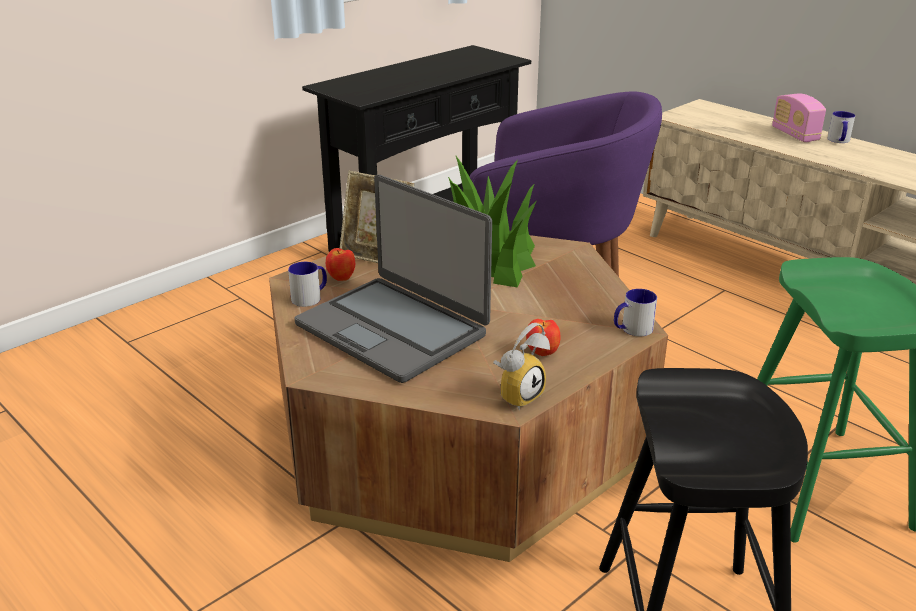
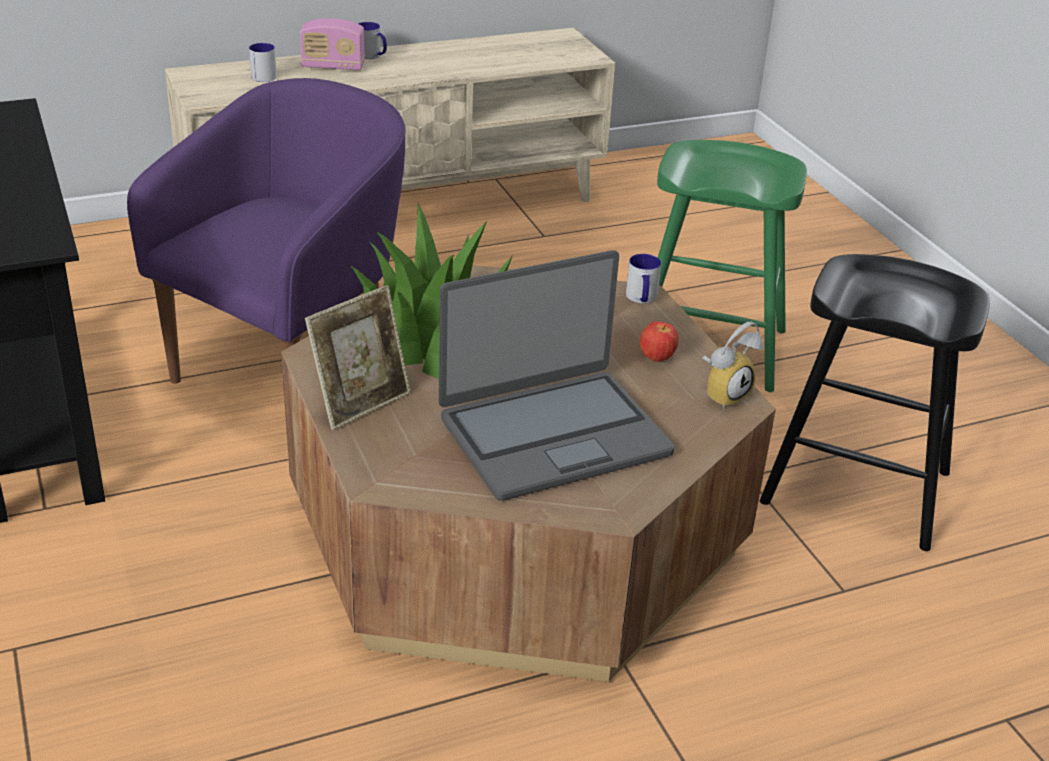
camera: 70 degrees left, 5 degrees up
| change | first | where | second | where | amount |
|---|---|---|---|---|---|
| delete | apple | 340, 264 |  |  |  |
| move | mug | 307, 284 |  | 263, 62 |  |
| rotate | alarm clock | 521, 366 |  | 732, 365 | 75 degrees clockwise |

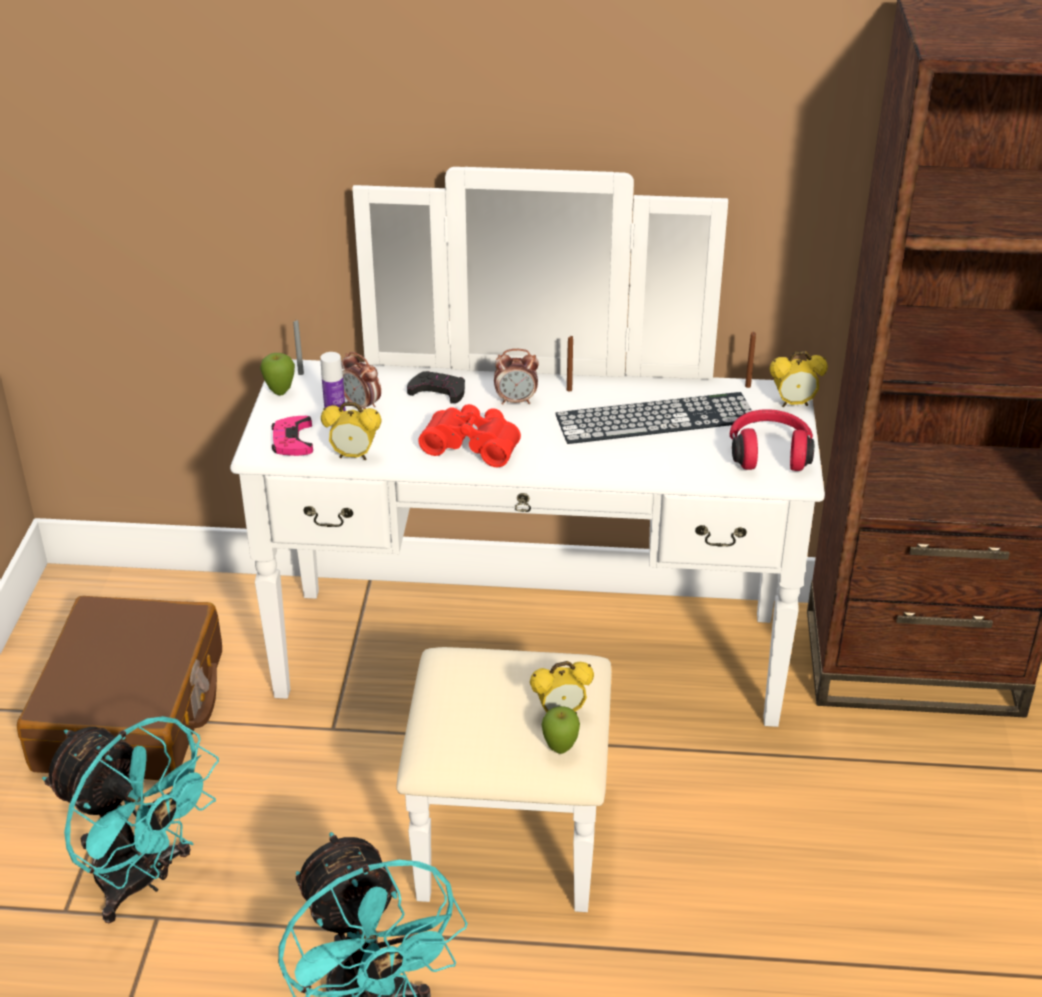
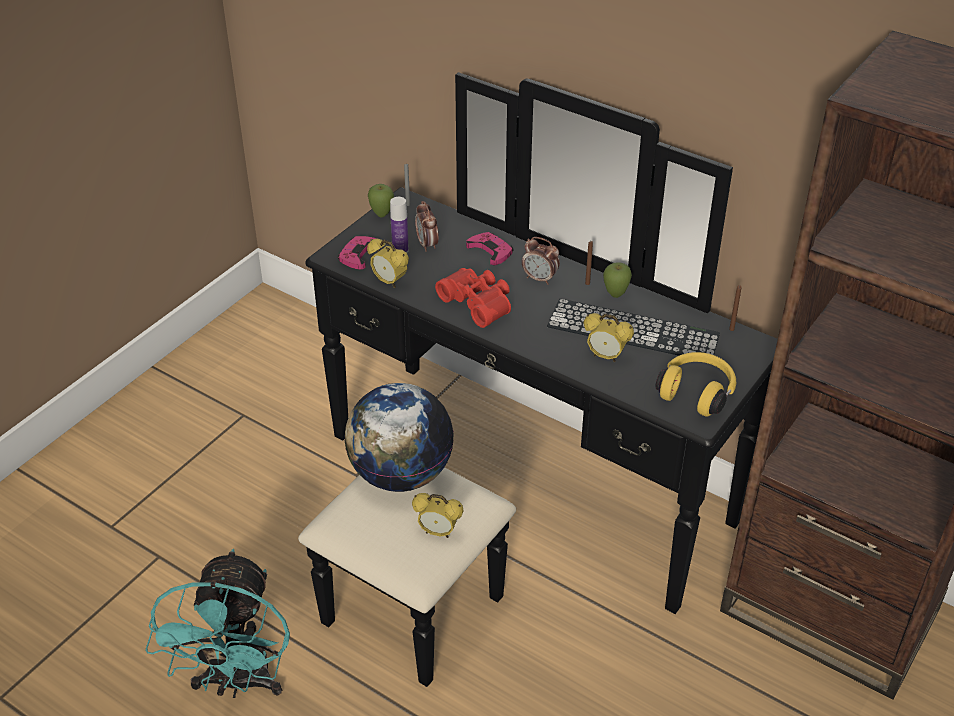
camera: 30 degrees right, 5 degrees up
| change | first | where | second | where | amount |
|---|---|---|---|---|---|
| recolor | dresser (white) | 527, 539 | dresser (black) | 538, 379 |  |
| move | alarm clock | 798, 379 |  | 608, 337 |  |
| recolor | game controller (black) | 436, 387 | game controller (pink) | 489, 248 |  |
| recolor | headphones (red) | 772, 440 | headphones (yellow) | 696, 384 |  |
| delete | suitcase (brown) | 119, 688 |  |  |  |
| move | apple | 561, 730 |  | 617, 280 |  |
| delete | fan (turquoise) | 130, 819 |  |  |  |
| insert |  |  | globe | 399, 437 |  |

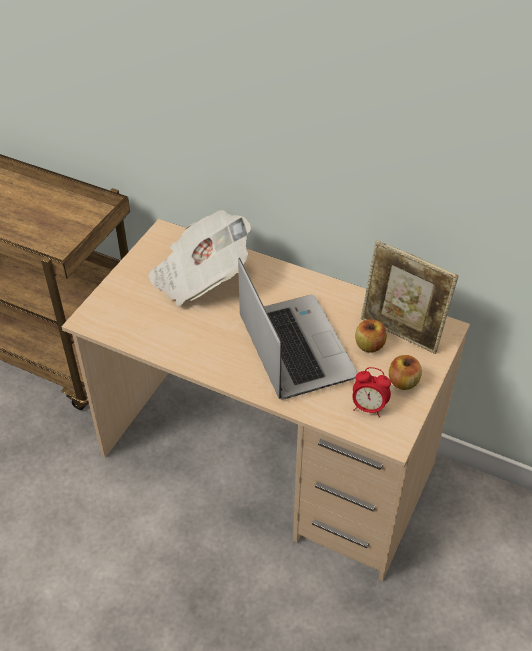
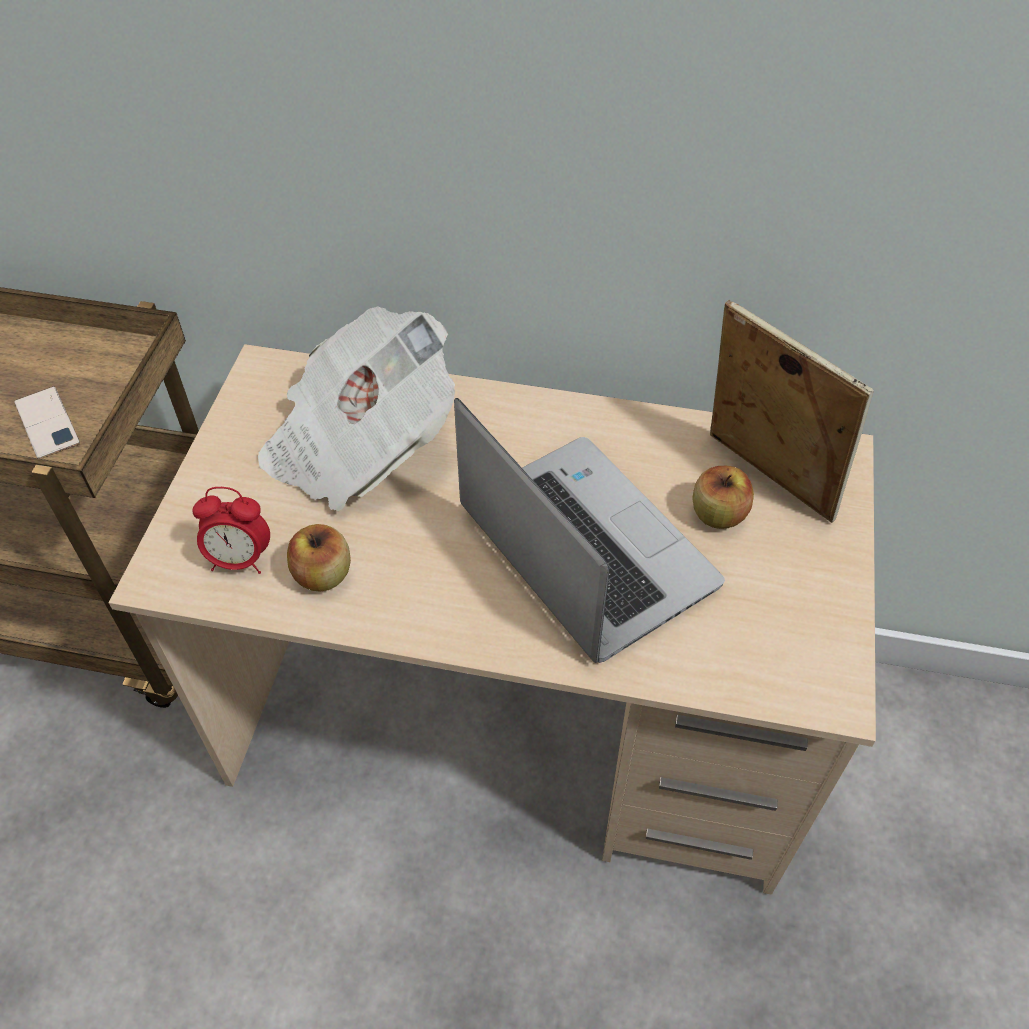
camera: 15 degrees left, 5 degrees up
| change | first | where | second | where | amount |
|---|---|---|---|---|---|
| rotate | picture frame | 409, 297 |  | 792, 411 | 150 degrees counterclockwise |
| move | apple | 405, 372 |  | 319, 558 |  |
| move | alarm clock | 371, 392 |  | 231, 530 |  |
| insert |  |  | phone | 47, 422 |  |

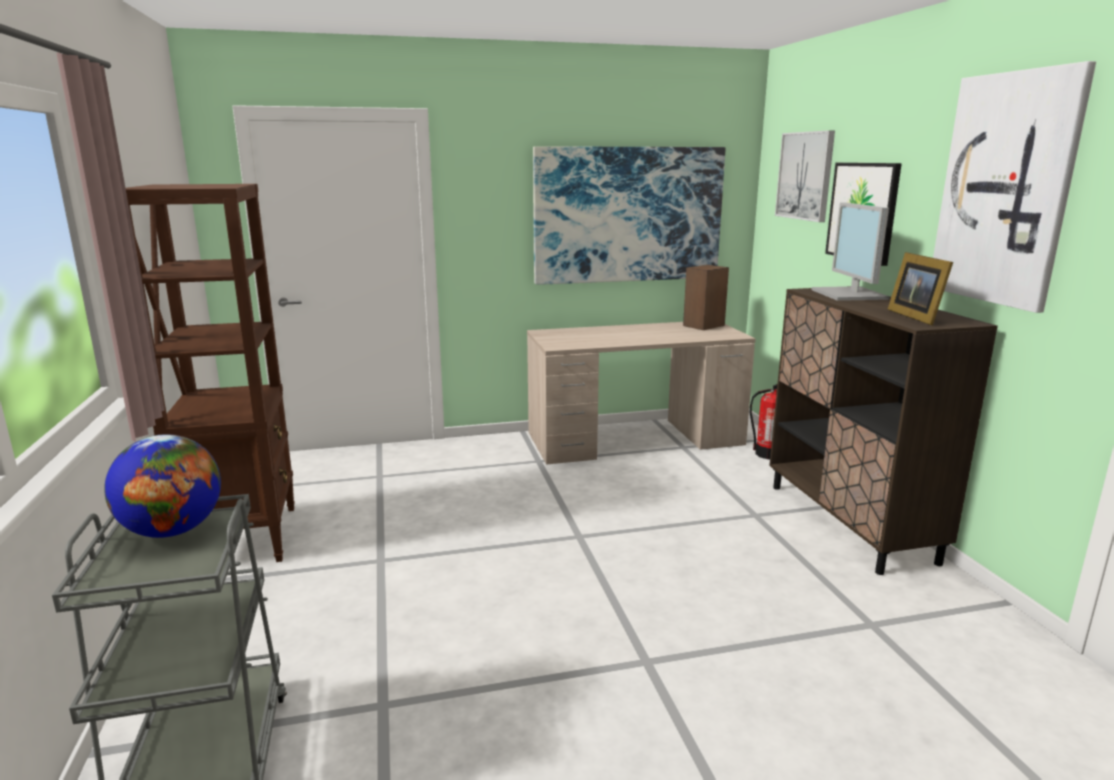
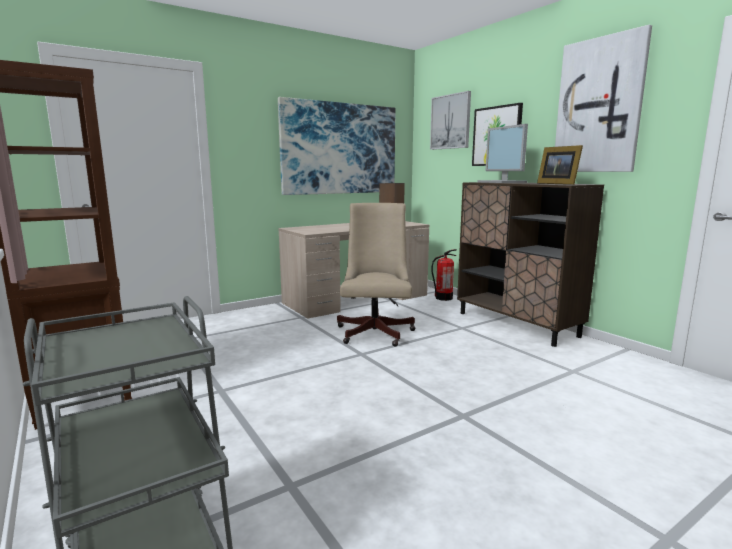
camera: 20 degrees left, 5 degrees down
| change | first | where | second | where | amount |
|---|---|---|---|---|---|
| delete | globe | 162, 486 |  |  |  |
| insert |  |  | office chair (beige) | 376, 275 |  |

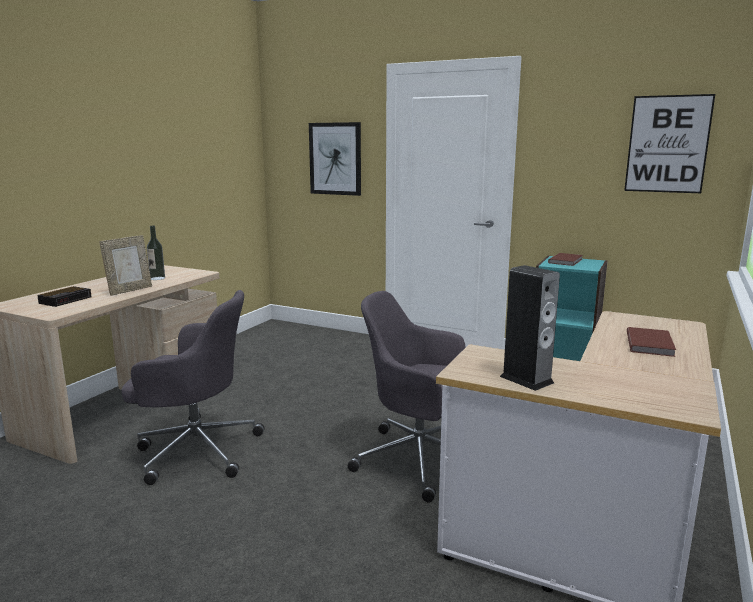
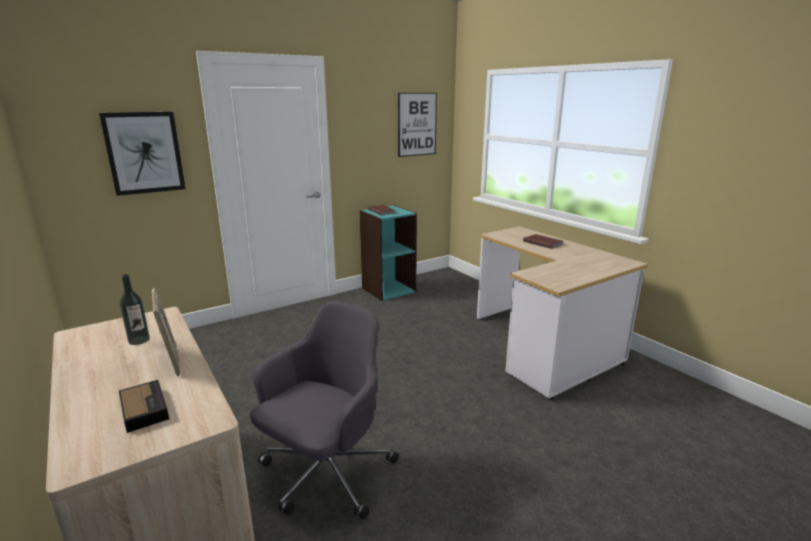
camera: 60 degrees left, 5 degrees up
| change | first | where | second | where | amount |
|---|---|---|---|---|---|
| delete | speaker | 530, 328 |  |  |  |
| delete | office chair (grey) | 407, 397 |  |  |  |

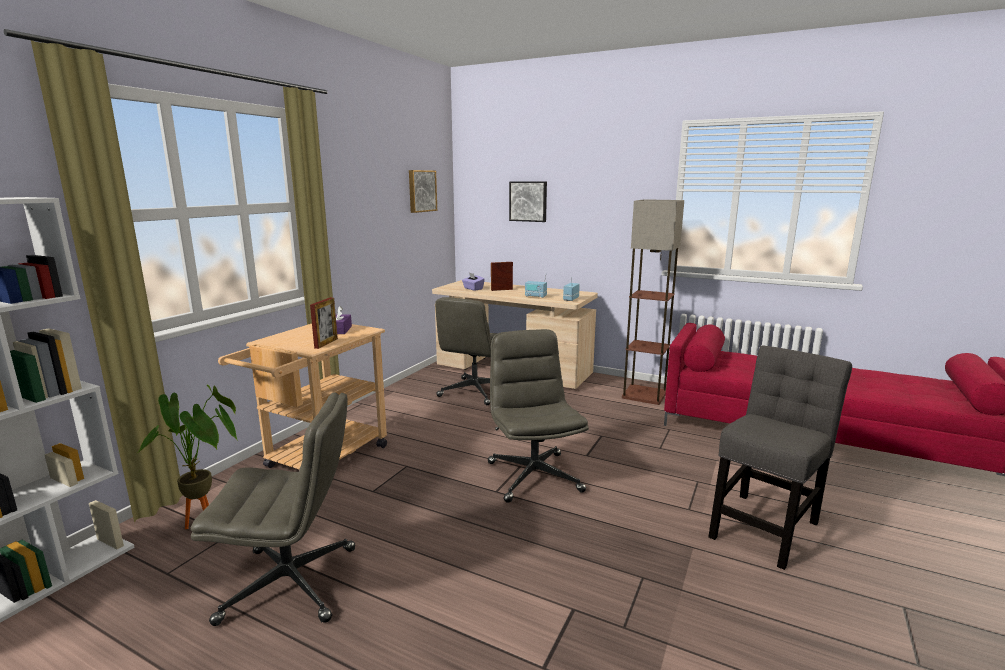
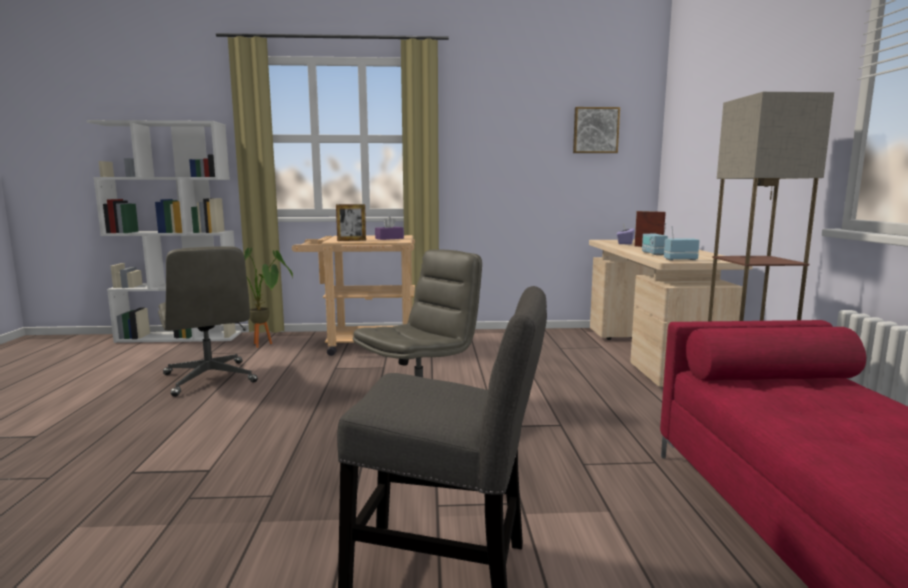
camera: 60 degrees right, 5 degrees down
| change | first | where | second | where | amount |
|---|---|---|---|---|---|
| delete | picture | 528, 201 |  |  |  |
| delete | office chair (grey) | 466, 351 |  |  |  |

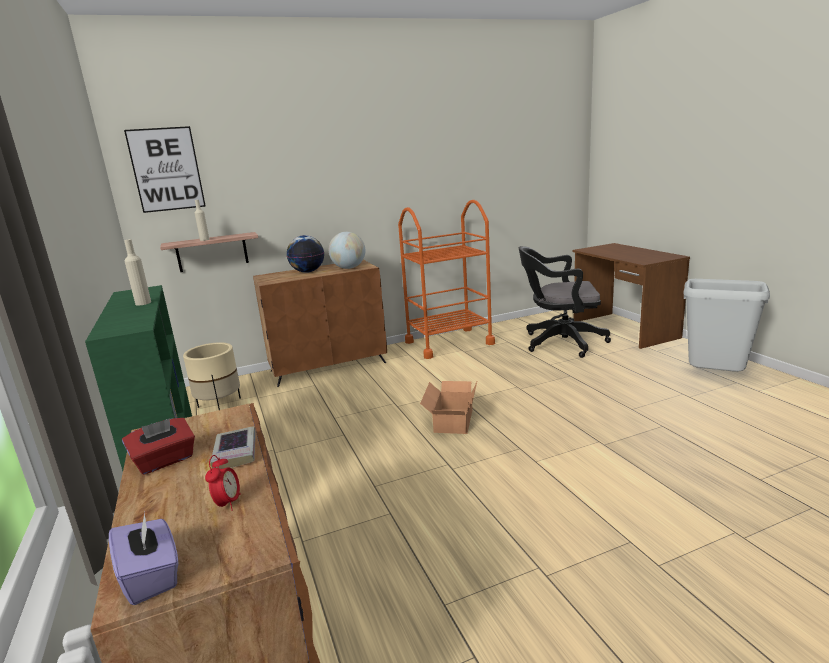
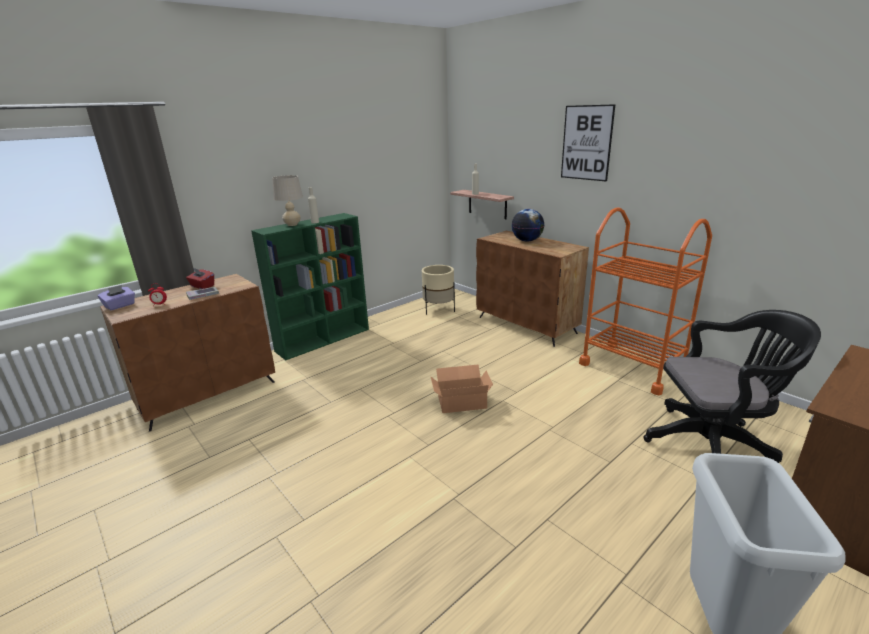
camera: 70 degrees right, 5 degrees up
| change | first | where | second | where | amount |
|---|---|---|---|---|---|
| move | picture | 165, 169 |  | 588, 142 |  |
| delete | globe | 347, 250 |  |  |  |
| rotate | office chair (black) | 565, 302 |  | 732, 386 | 105 degrees clockwise |
| insert |  |  | table lamp (beige) | 287, 200 |  |

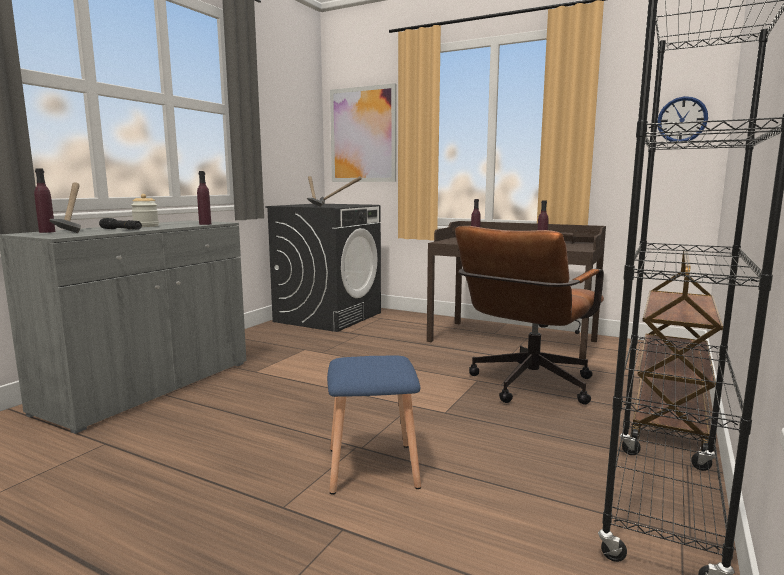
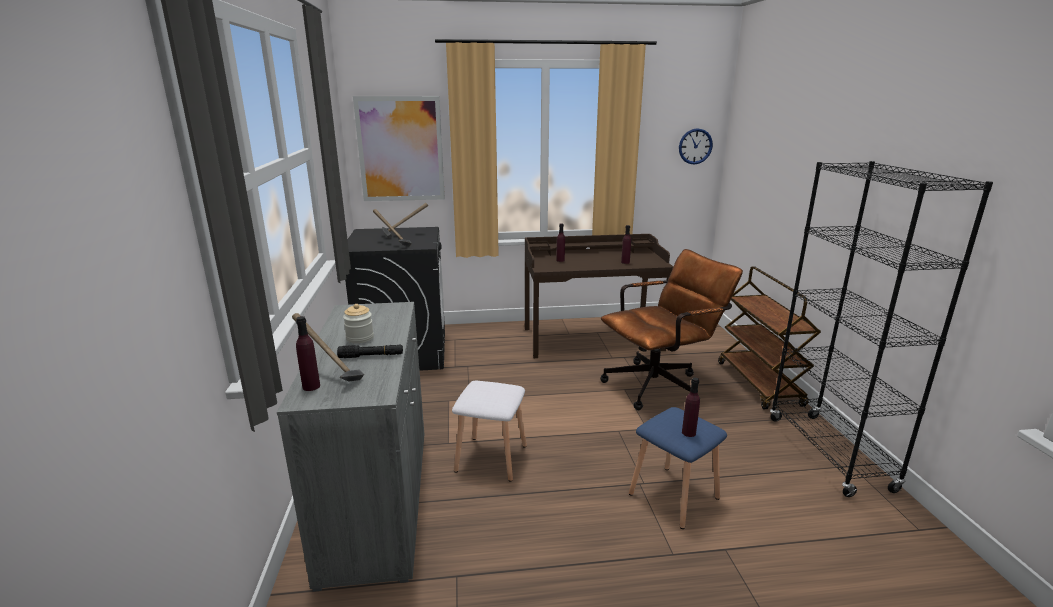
camera: 35 degrees left, 10 degrees up
| change | first | where | second | where | amount |
|---|---|---|---|---|---|
| move | bottle (purple) | 204, 198 |  | 691, 407 |  |
| rotate | office chair (brown) | 529, 315 |  | 672, 329 | 120 degrees counterclockwise |
| insert |  |  | stool (white) | 489, 431 |  |

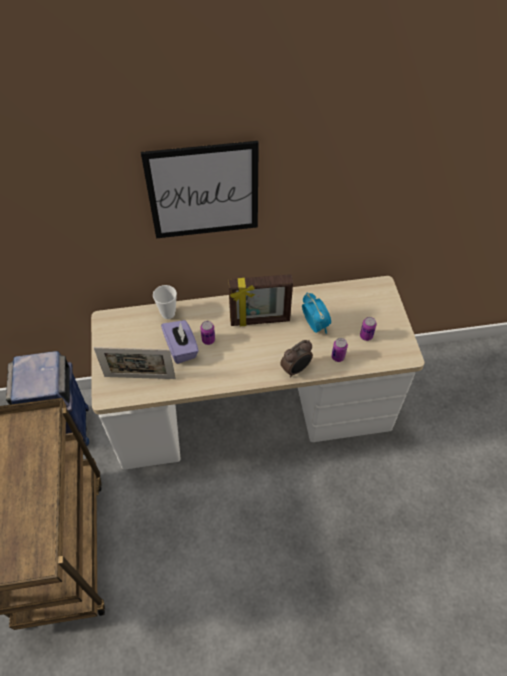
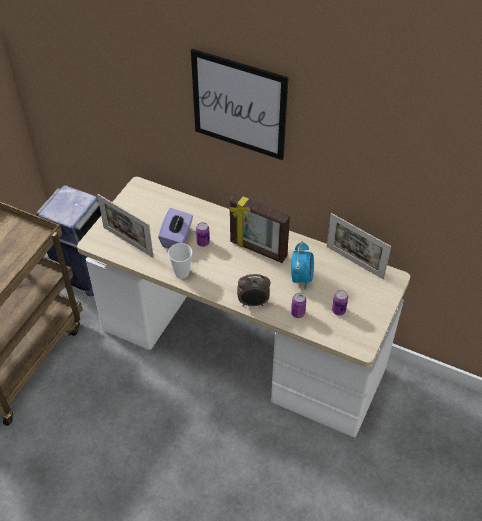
camera: 35 degrees right, 5 degrees down
| change | first | where | second | where | amount |
|---|---|---|---|---|---|
| move | cup | 165, 302 |  | 180, 261 |  |
| insert |  |  | picture frame | 359, 246 |  |

